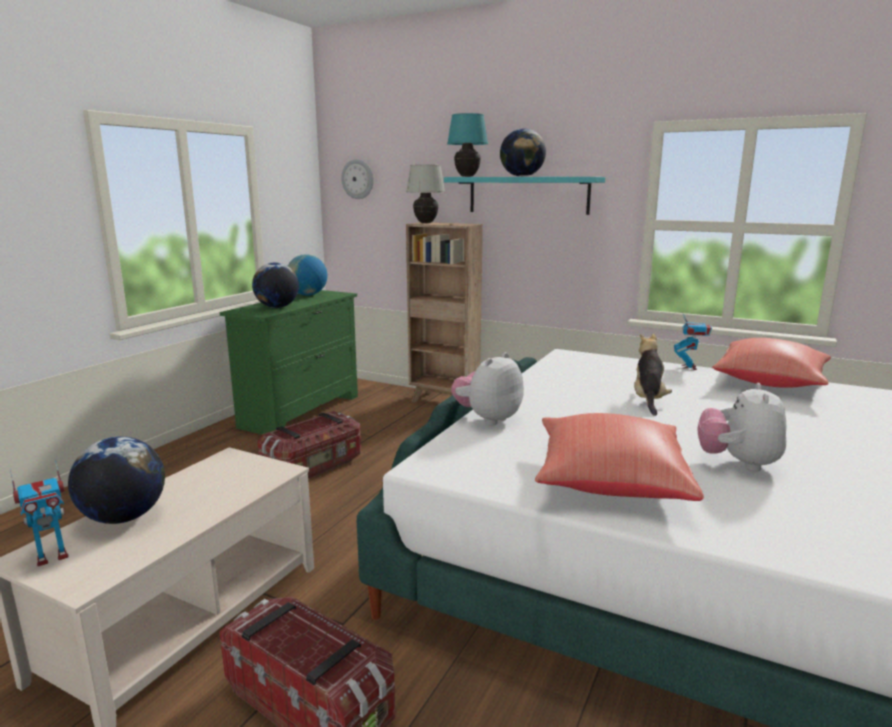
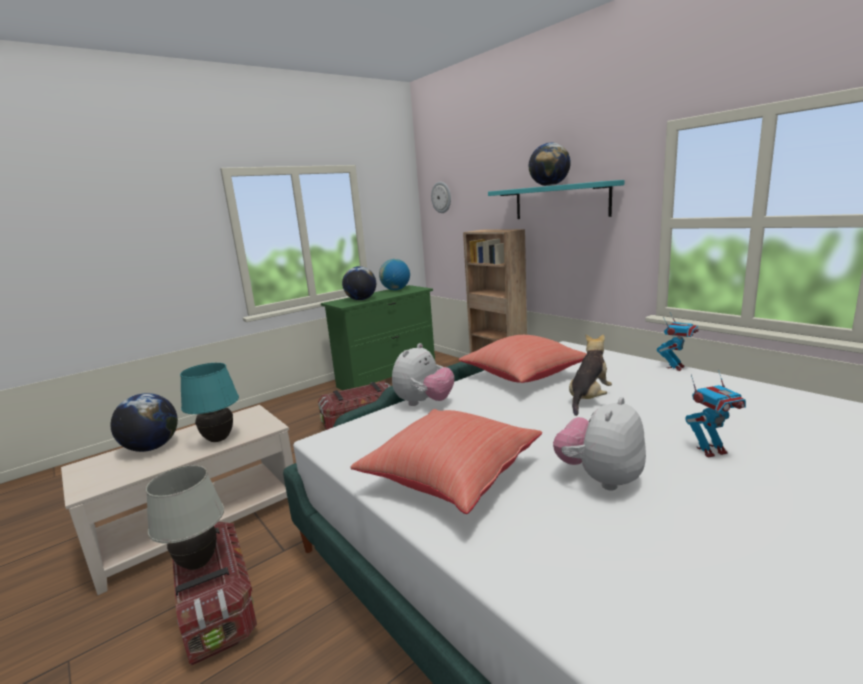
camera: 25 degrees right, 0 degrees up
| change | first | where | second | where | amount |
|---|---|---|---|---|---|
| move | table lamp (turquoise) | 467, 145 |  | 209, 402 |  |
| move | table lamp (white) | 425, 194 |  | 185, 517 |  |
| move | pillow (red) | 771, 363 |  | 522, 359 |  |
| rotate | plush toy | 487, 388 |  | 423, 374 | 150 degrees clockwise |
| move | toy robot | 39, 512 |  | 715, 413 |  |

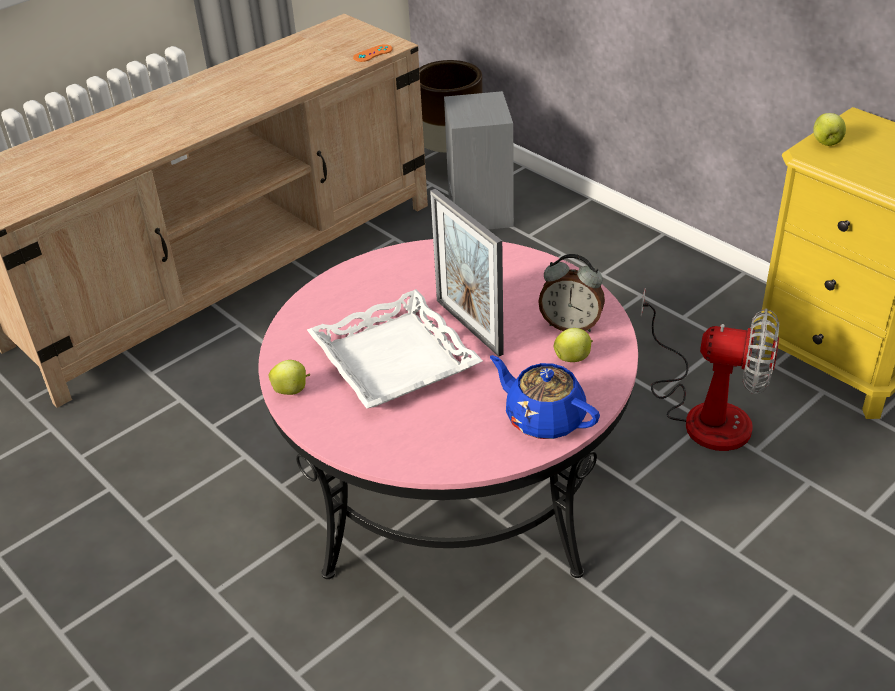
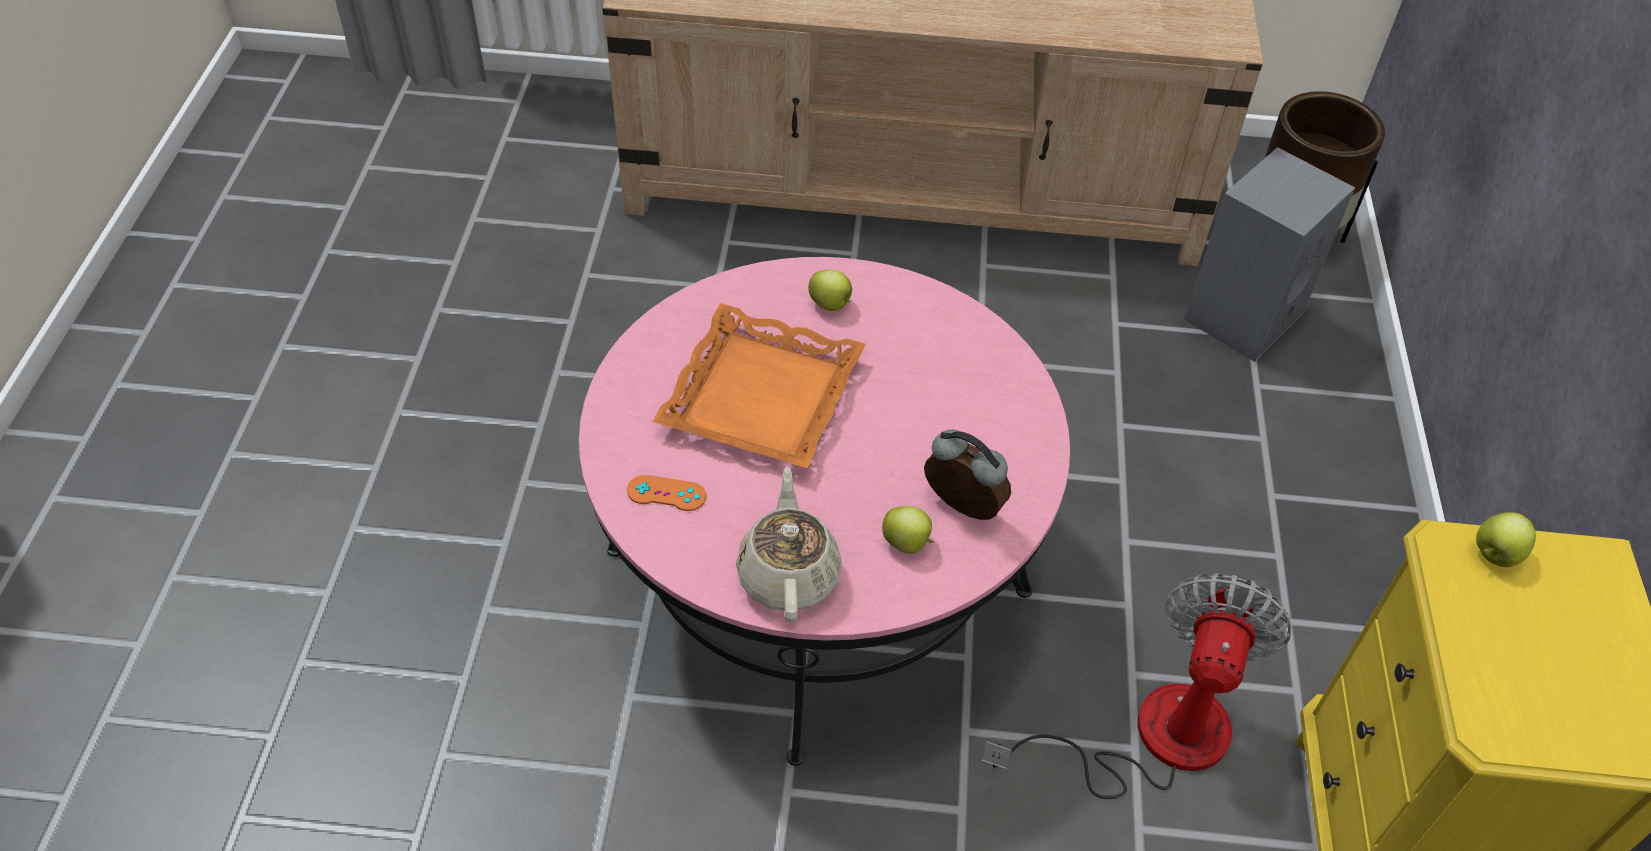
camera: 45 degrees right, 10 degrees up
| change | first | where | second | where | amount |
|---|---|---|---|---|---|
| move | game controller (orange) | 372, 53 |  | 666, 493 |  |
| delete | picture frame | 467, 272 |  |  |  |
| rotate | alarm clock | 571, 293 |  | 967, 474 | 150 degrees clockwise |
| rotate | fan | 710, 369 |  | 1136, 686 | 135 degrees counterclockwise |
| recolor | tray (white) | 395, 349 | tray (orange) | 759, 385 |  |
| recolor | teapot (blue) | 545, 397 | teapot (beige) | 789, 544 |  |
| move | apple | 289, 377 |  | 830, 290 |  |

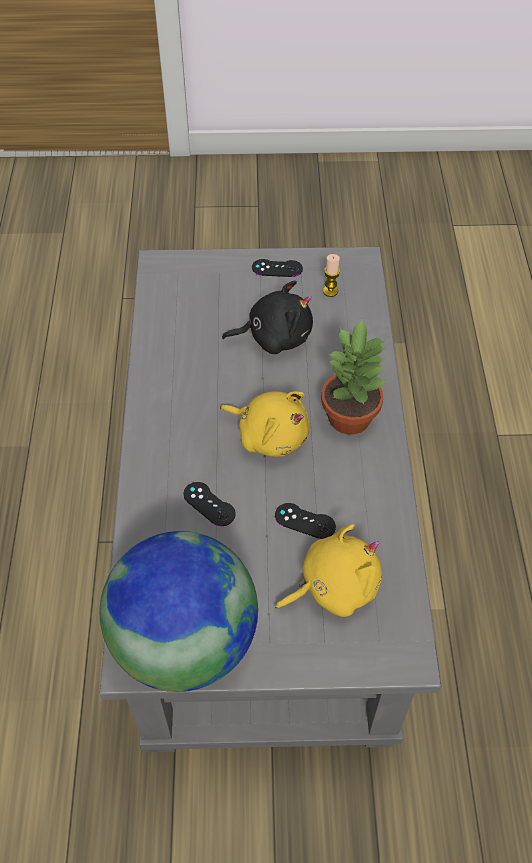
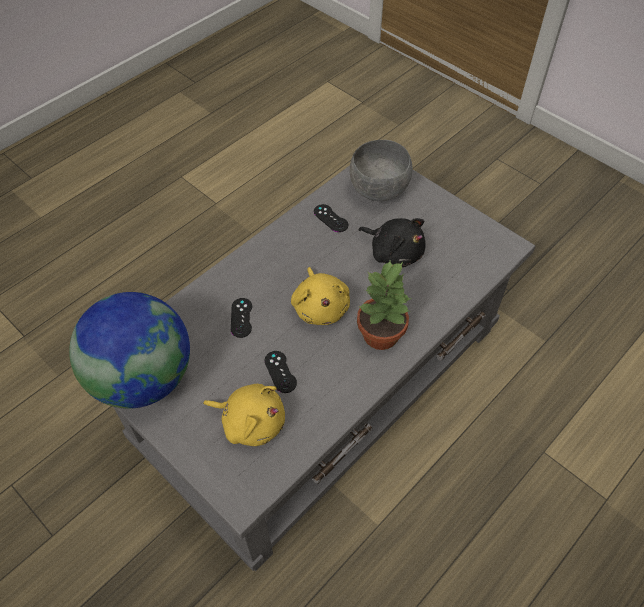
camera: 45 degrees right, 0 degrees up
| change | first | where | second | where | amount |
|---|---|---|---|---|---|
| delete | candle | 331, 275 |  |  |  |
| move | game controller (black) | 277, 268 |  | 331, 218 |  |
| insert |  |  | bowl (grey) | 381, 170 |  |

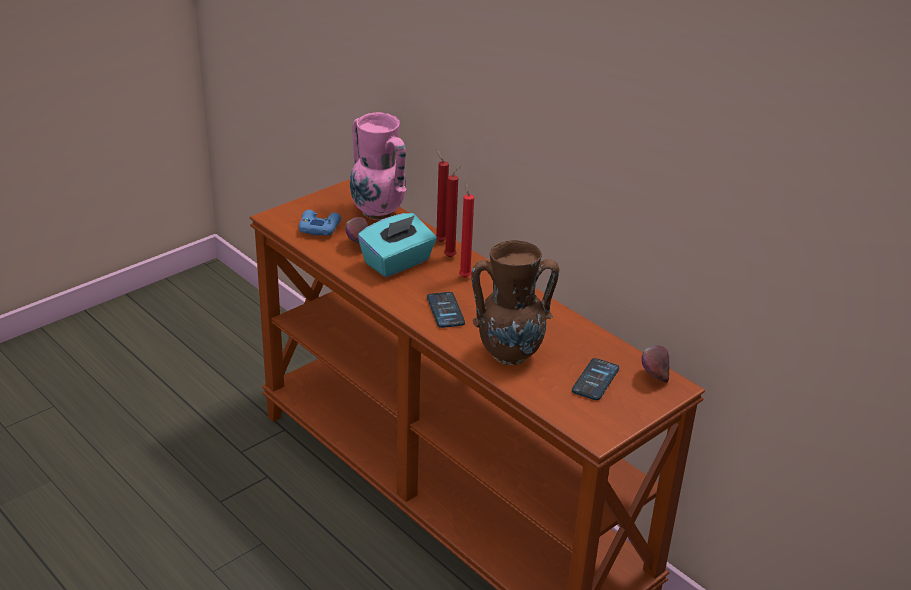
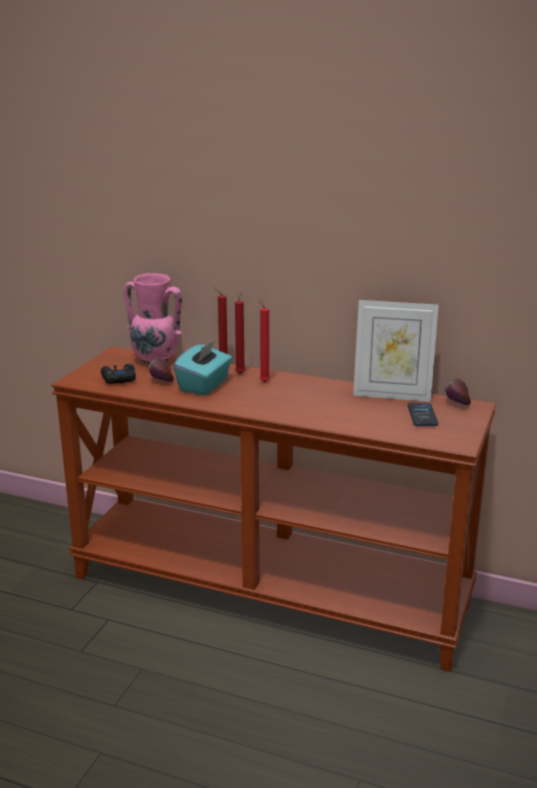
camera: 25 degrees left, 10 degrees down
| change | first | where | second | where | amount |
|---|---|---|---|---|---|
| recolor | game controller (blue) | 320, 223 | game controller (black) | 118, 374 |  |
| delete | vase (brown) | 515, 302 |  |  |  |
| delete | phone | 446, 310 |  |  |  |
| insert |  |  | picture frame | 396, 351 |  |

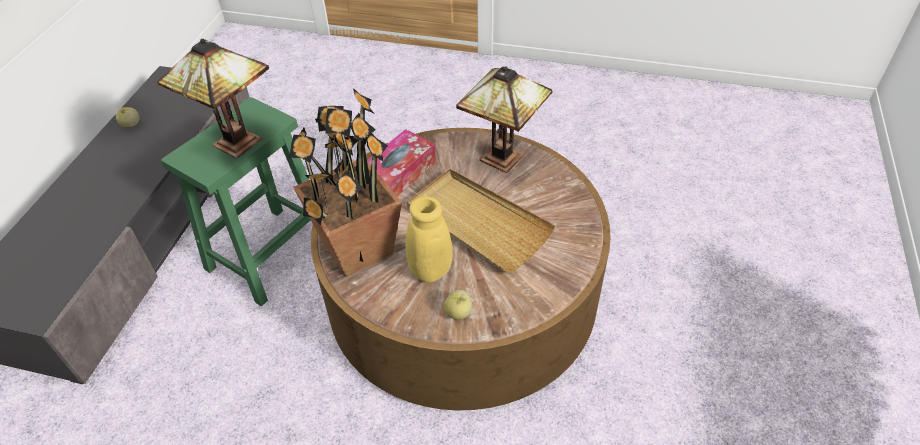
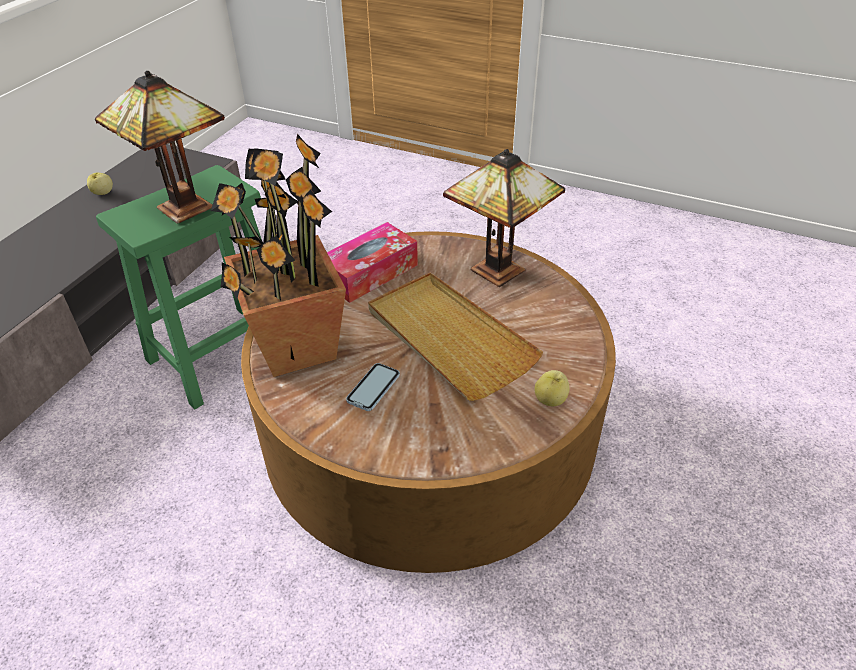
camera: 10 degrees right, 5 degrees down
| change | first | where | second | where | amount |
|---|---|---|---|---|---|
| replace | vase (yellow) | 429, 239 | phone | 373, 387 |  |
| move | apple | 458, 305 |  | 552, 388 |  |

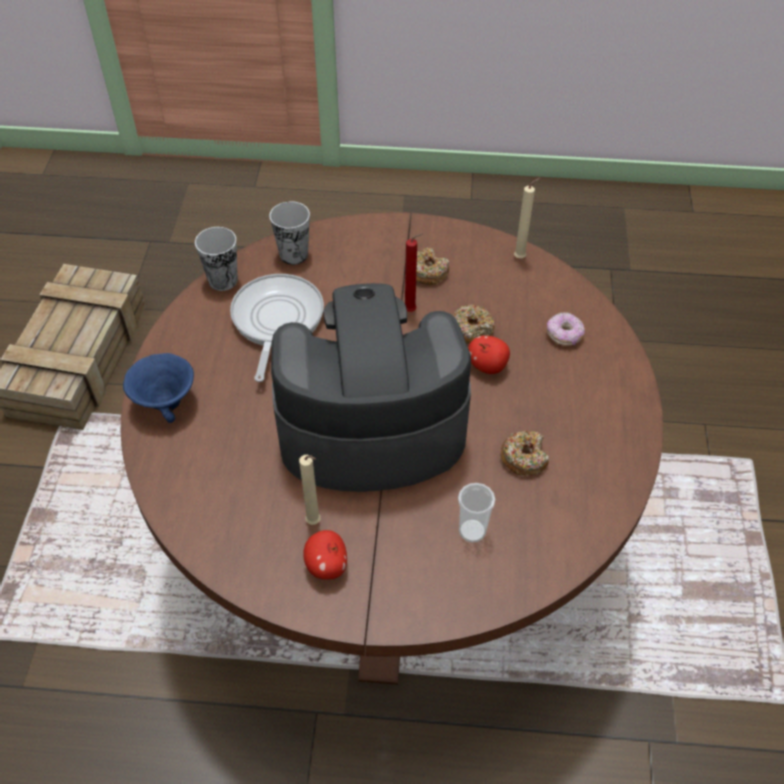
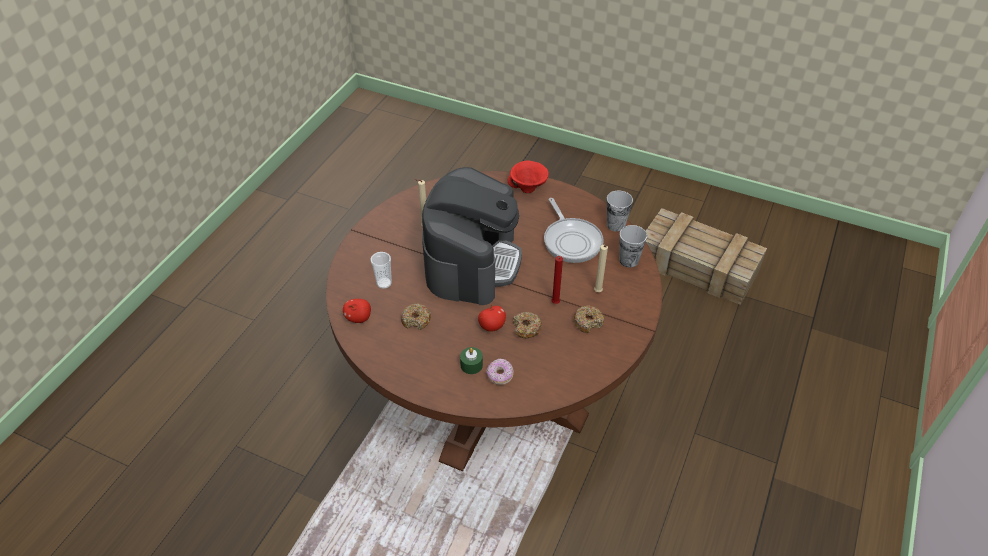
camera: 110 degrees right, 5 degrees down
| change | first | where | second | where | amount |
|---|---|---|---|---|---|
| move | candle (beige) | 527, 217 |  | 601, 268 |  |
| rotate | frying pan | 277, 328 |  | 574, 230 | 45 degrees clockwise |
| recolor | bowl (blue) | 158, 388 | bowl (red) | 528, 177 |  |
| move | apple | 325, 555 |  | 357, 311 |  |
| insert |  |  | candle (green) | 471, 360 |  |

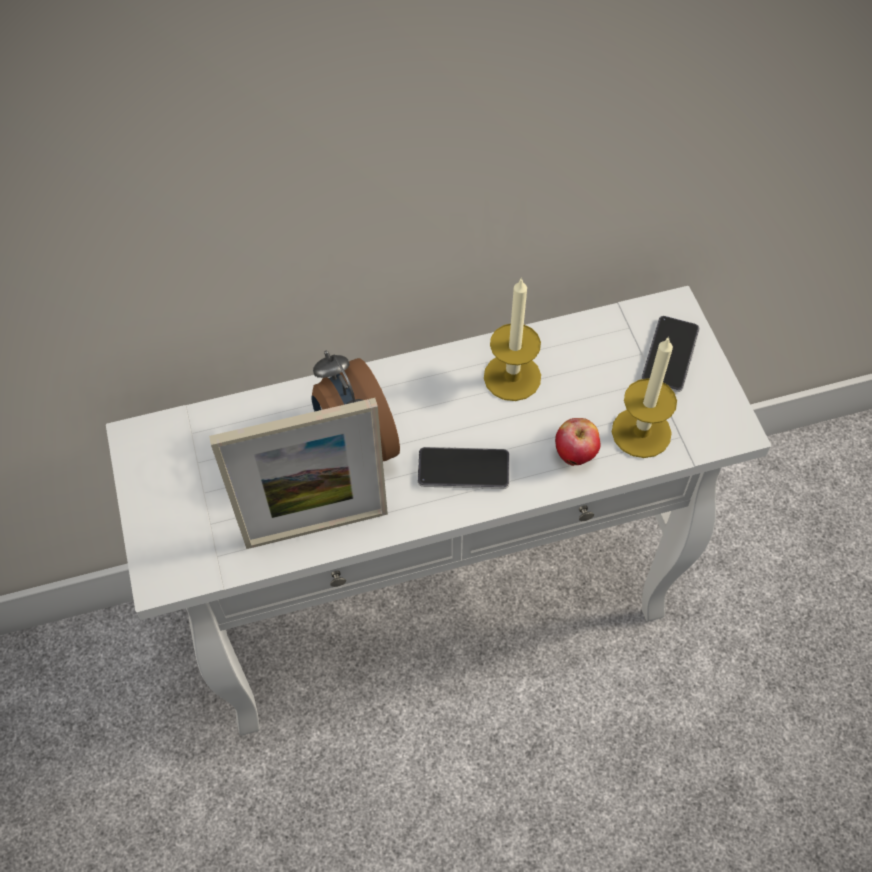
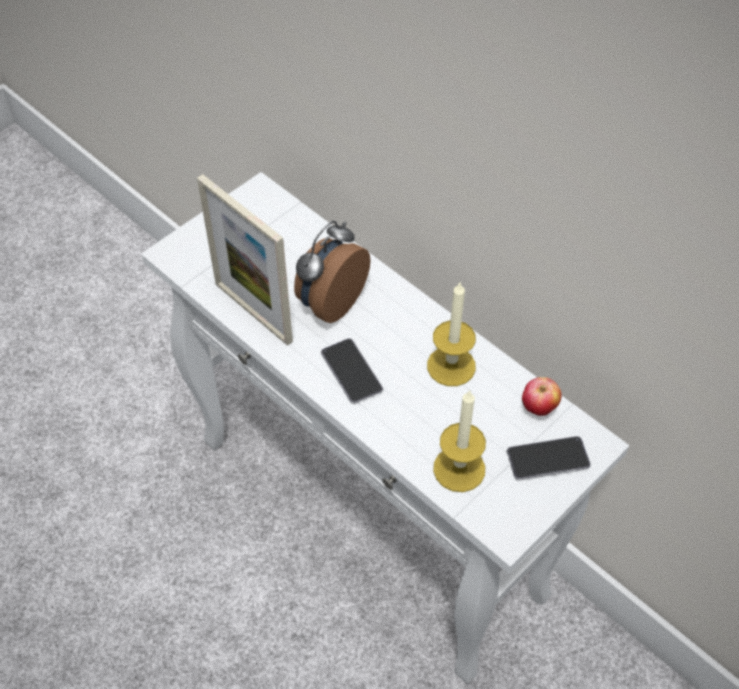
camera: 60 degrees right, 5 degrees down
| change | first | where | second | where | amount |
|---|---|---|---|---|---|
| move | apple | 577, 442 |  | 542, 396 |  |

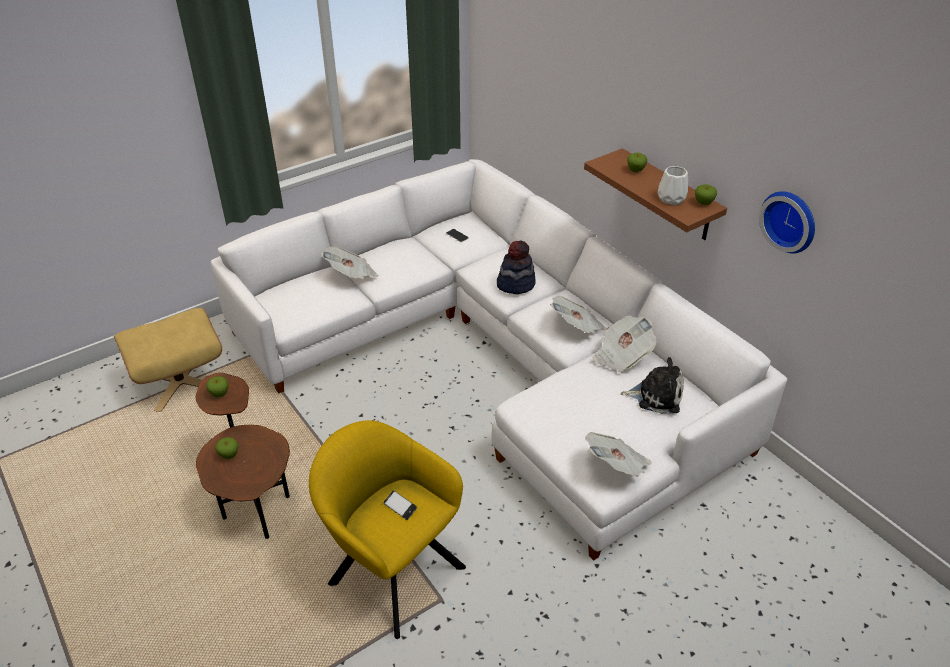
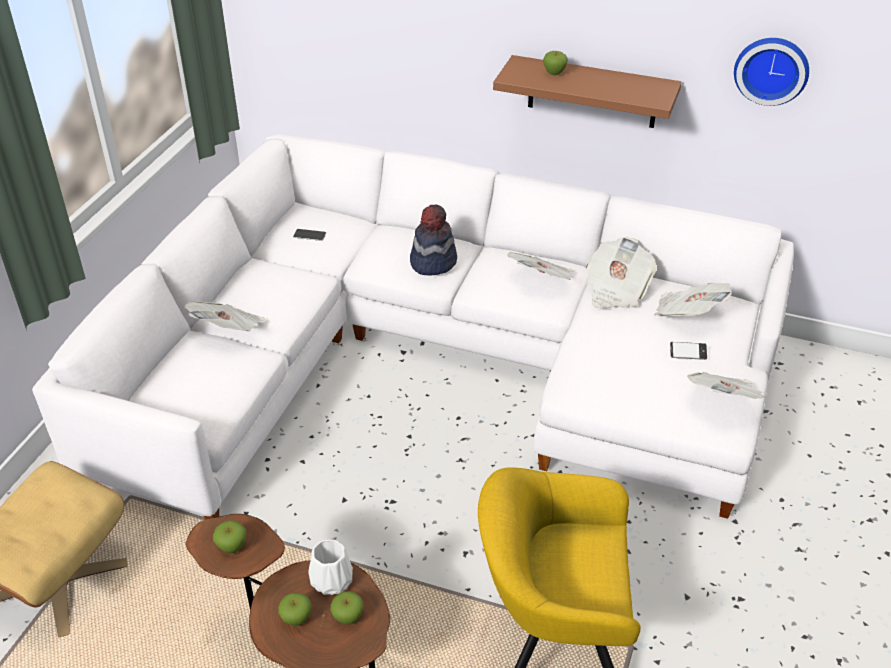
camera: 35 degrees left, 0 degrees up
| change | first | where | second | where | amount |
|---|---|---|---|---|---|
| move | vase (white) | 672, 185 |  | 330, 567 |  |
| move | apple | 706, 194 |  | 347, 607 |  |
| replace | plush toy | 652, 385 | newspaper | 693, 299 |  |
| move | phone | 400, 505 |  | 688, 351 |  |

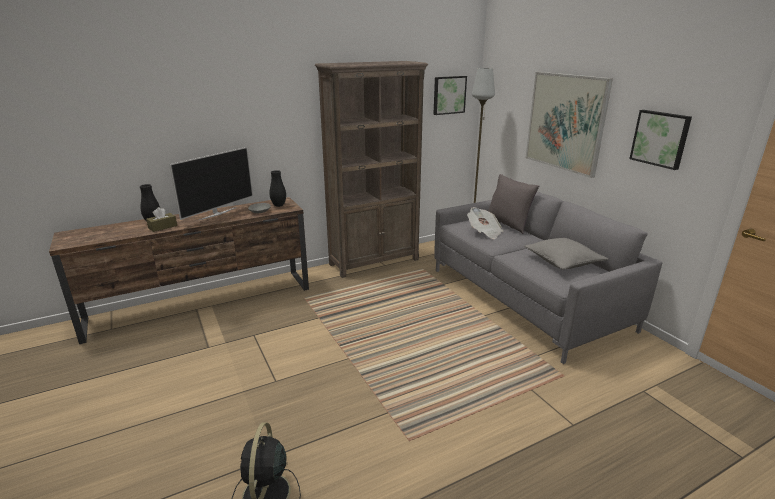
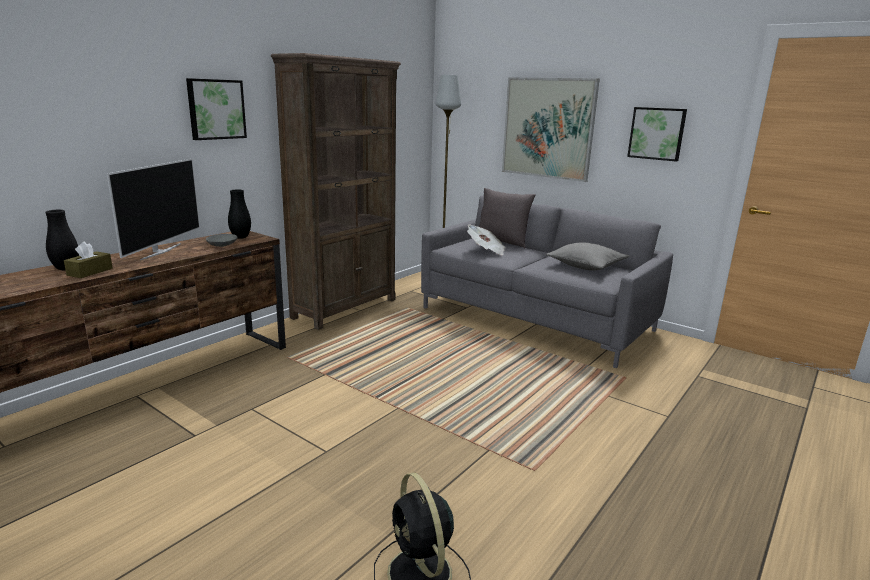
camera: 25 degrees left, 5 degrees down
| change | first | where | second | where | amount |
|---|---|---|---|---|---|
| move | picture | 450, 95 |  | 216, 109 |  |

